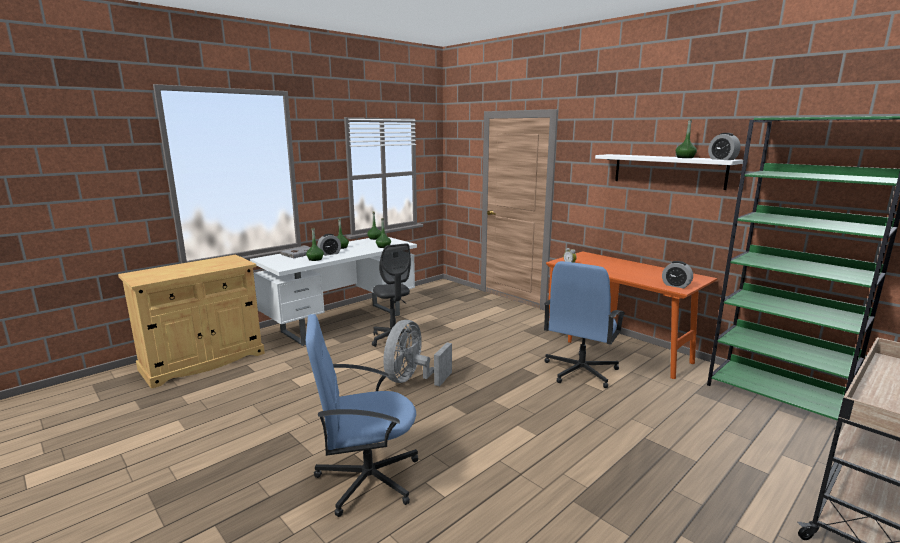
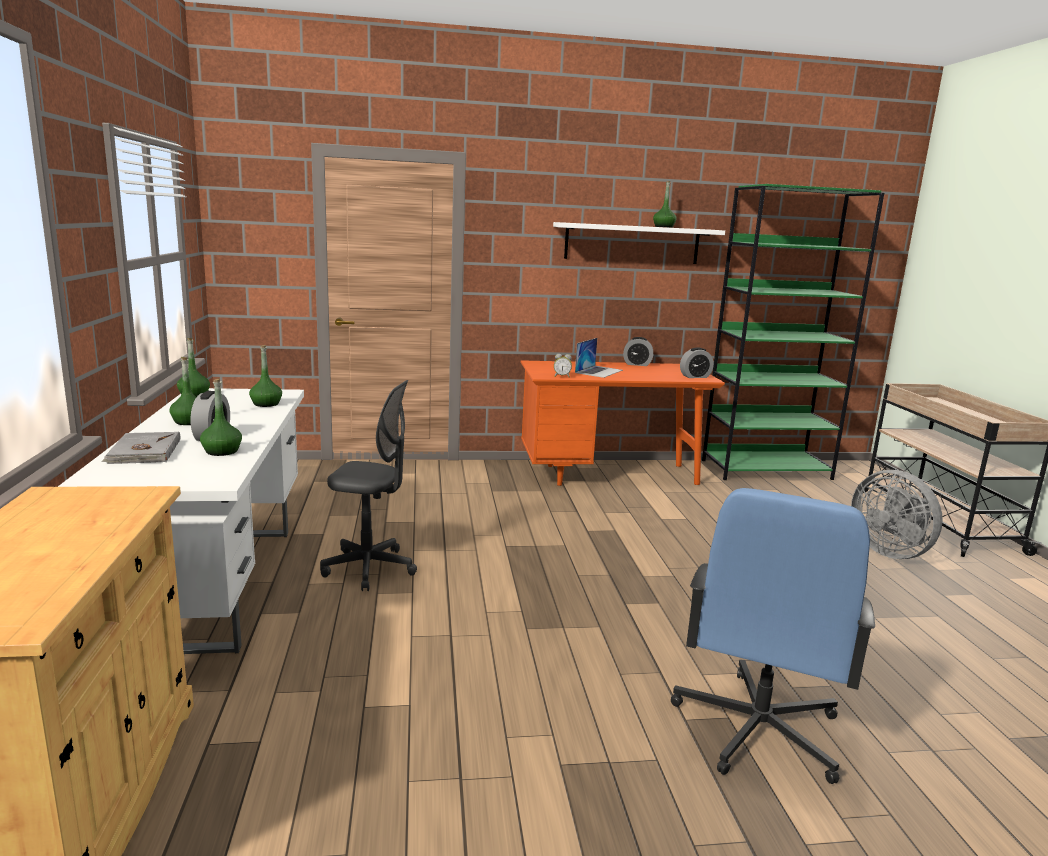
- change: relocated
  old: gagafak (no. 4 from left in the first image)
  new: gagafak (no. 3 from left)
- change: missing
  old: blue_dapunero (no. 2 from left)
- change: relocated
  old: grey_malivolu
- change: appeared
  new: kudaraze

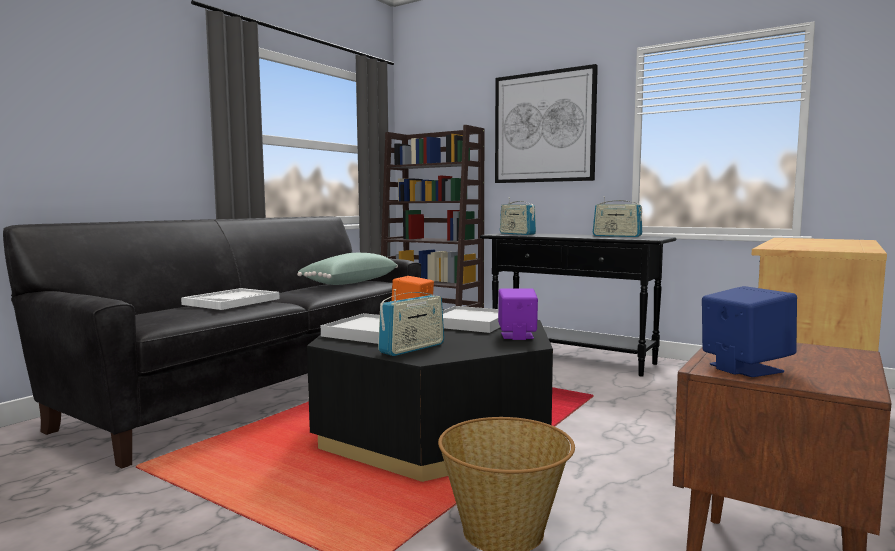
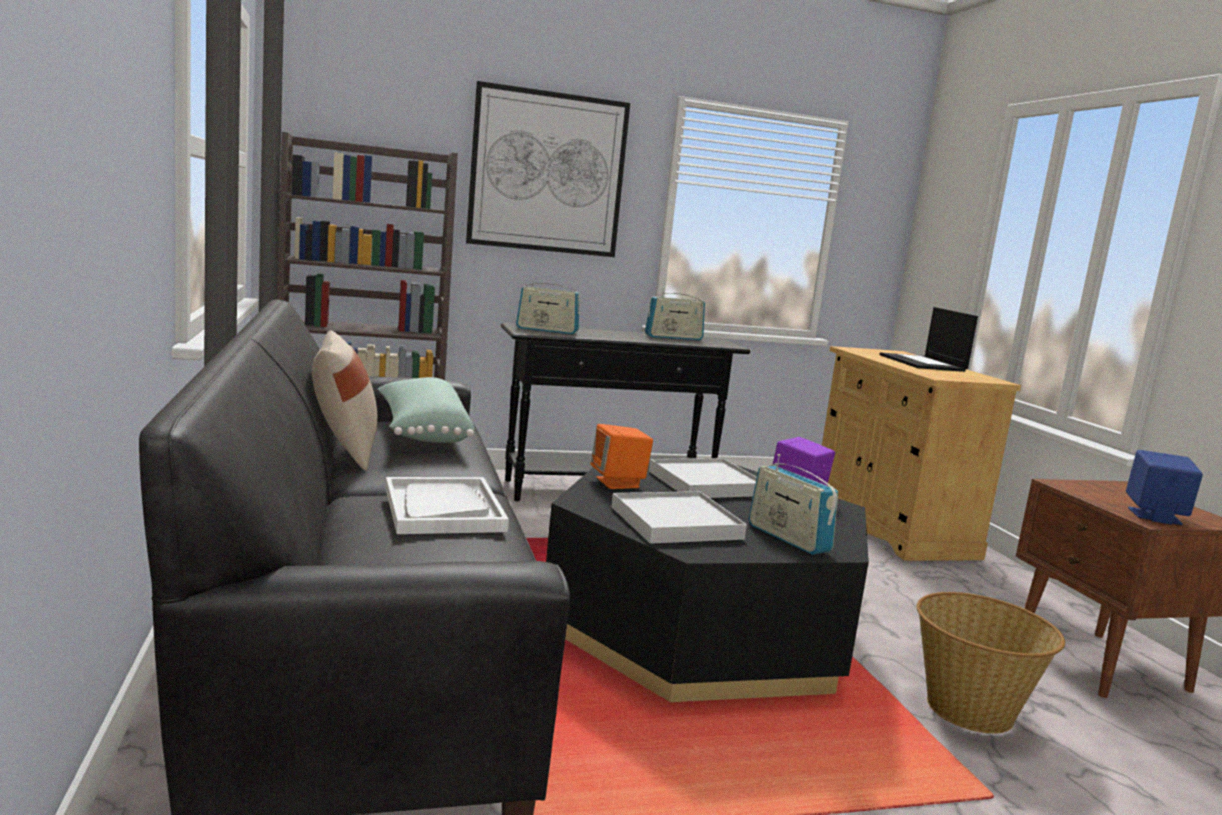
- change: spun
  old: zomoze (no. 1 from left in the first image)
  degrees: 150
- change: appeared
  new: kudaraze
- change: appeared
  new: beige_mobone

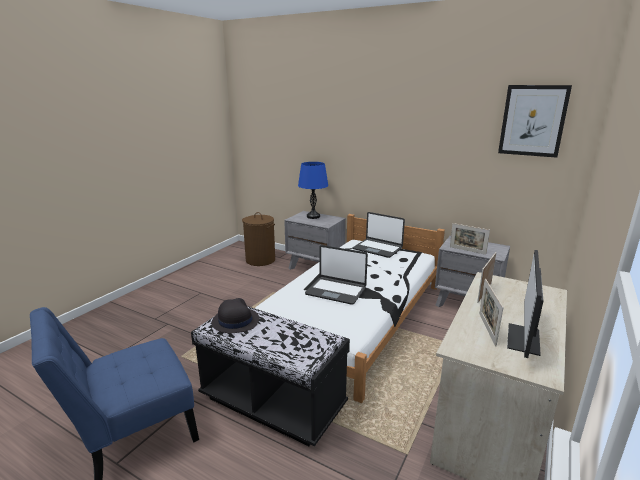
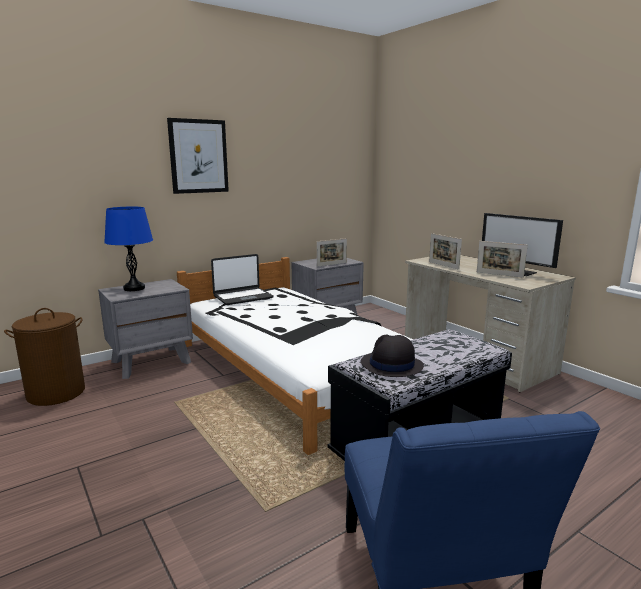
- change: relocated
  old: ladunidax
- change: missing
  old: kudaraze (no. 1 from left)

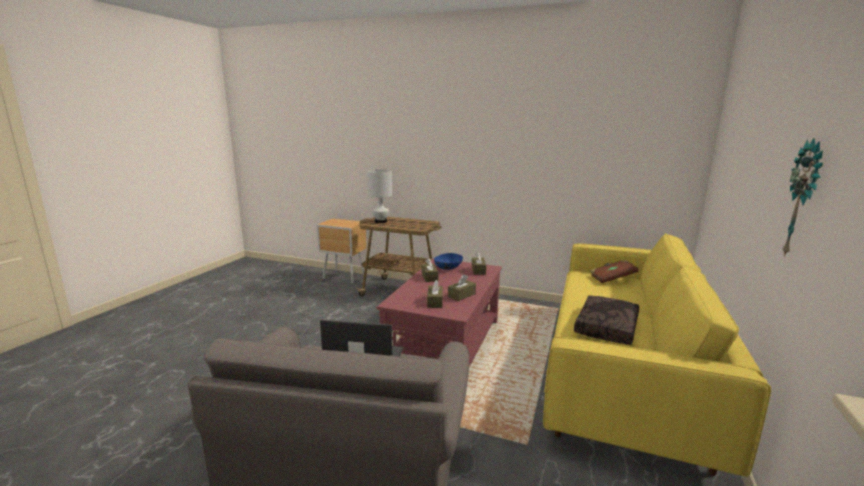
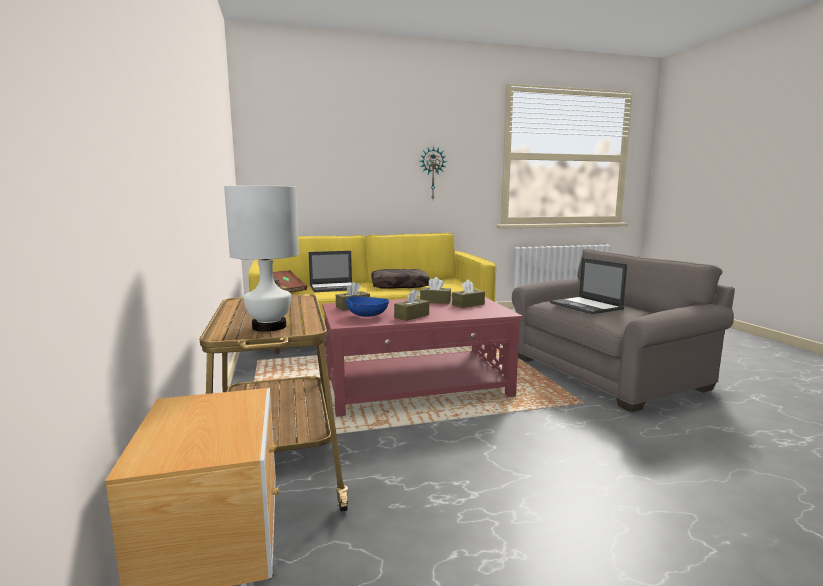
- change: appeared
  new: kudaraze (no. 1 from left)

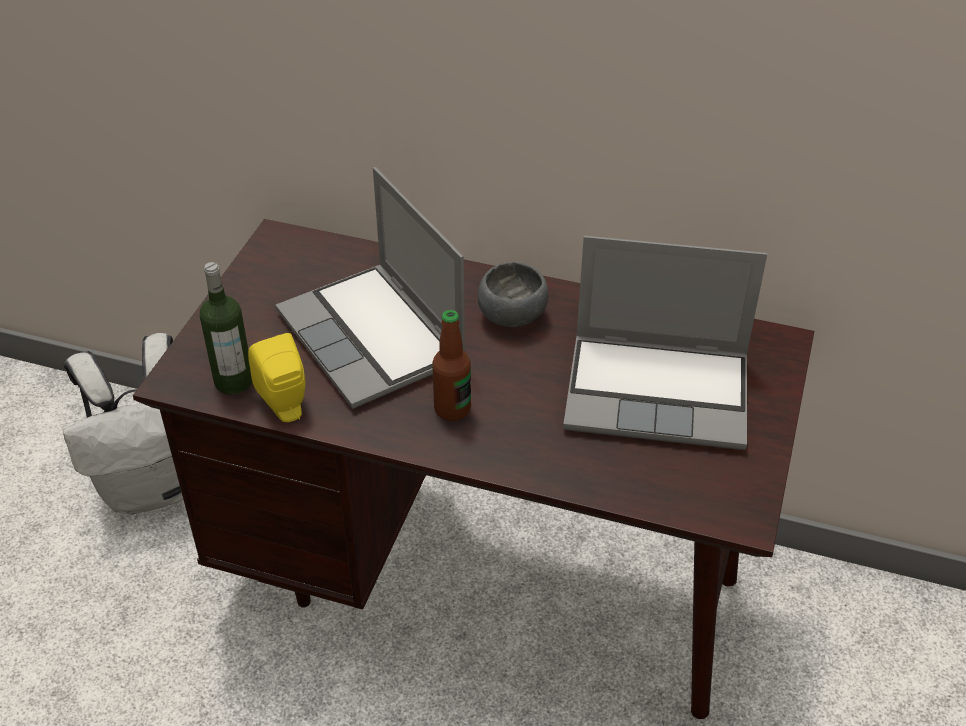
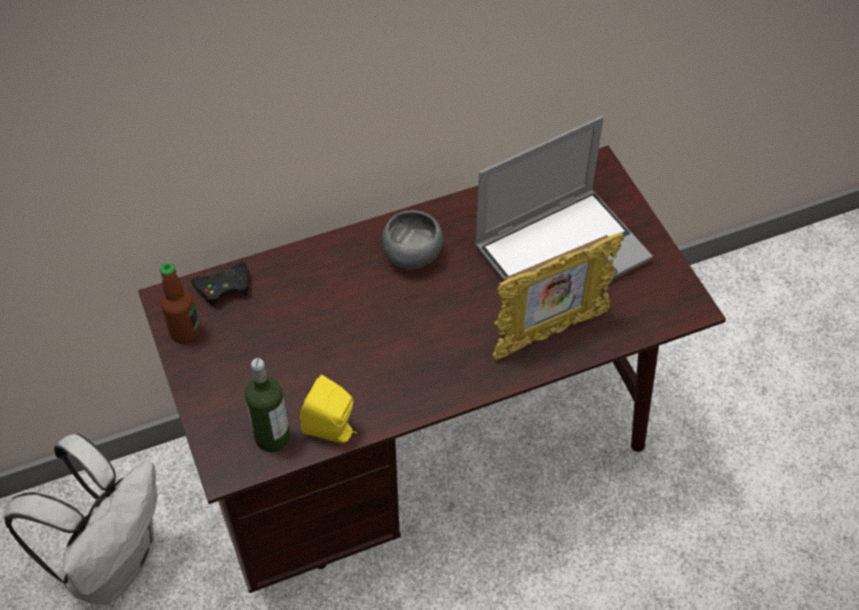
- change: missing
  old: kudaraze (no. 1 from left)
- change: relocated
  old: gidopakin (no. 2 from left in the first image)
  new: gidopakin (no. 1 from left)
- change: appeared
  new: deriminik
- change: appeared
  new: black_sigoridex

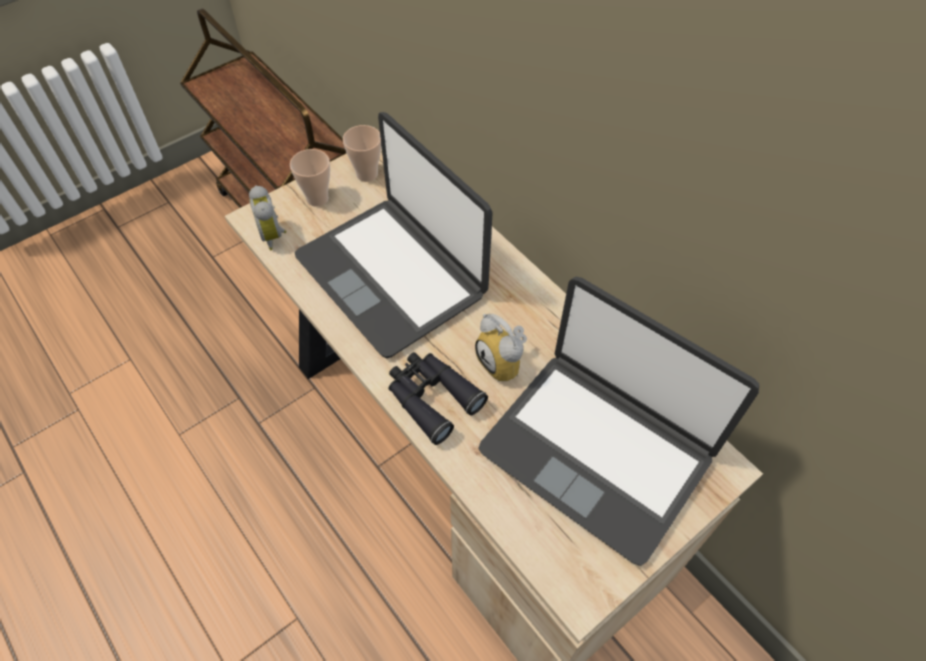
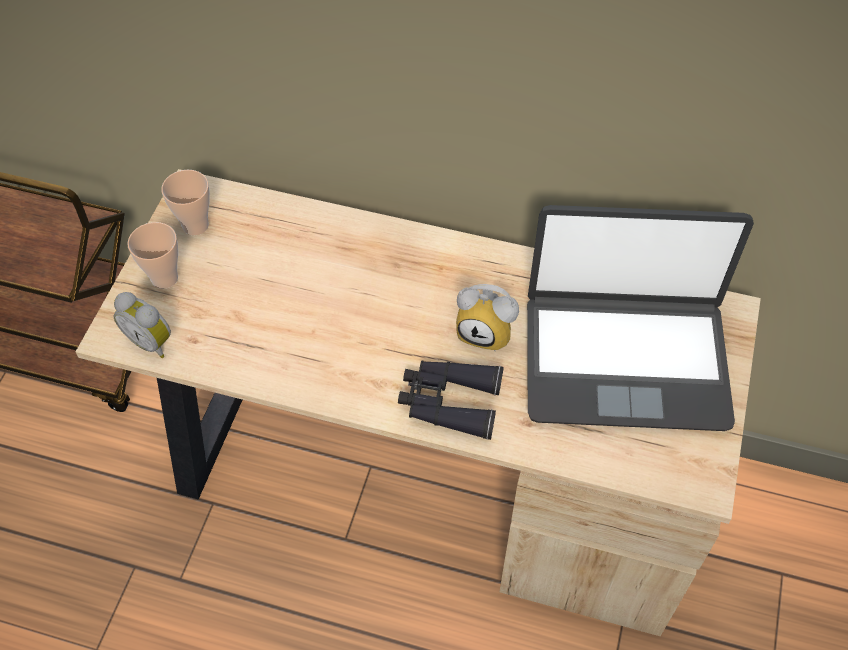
- change: missing
  old: kudaraze (no. 1 from left)

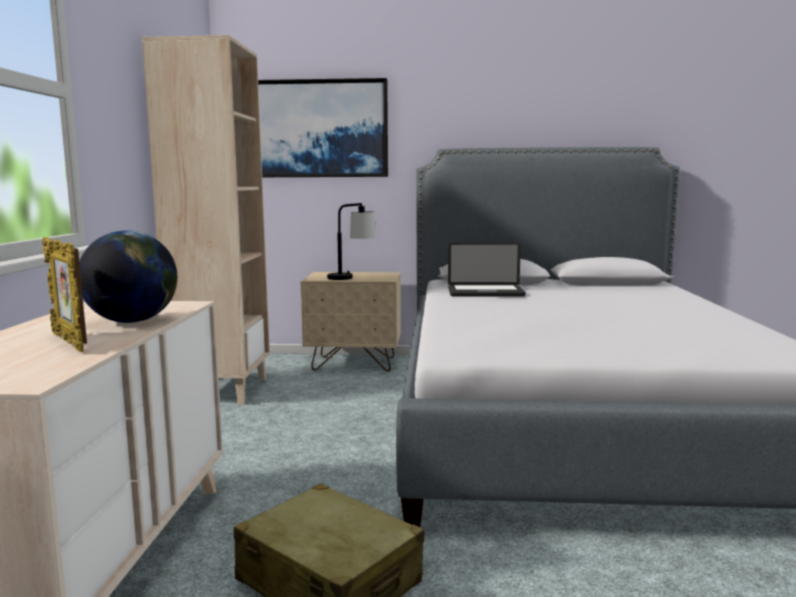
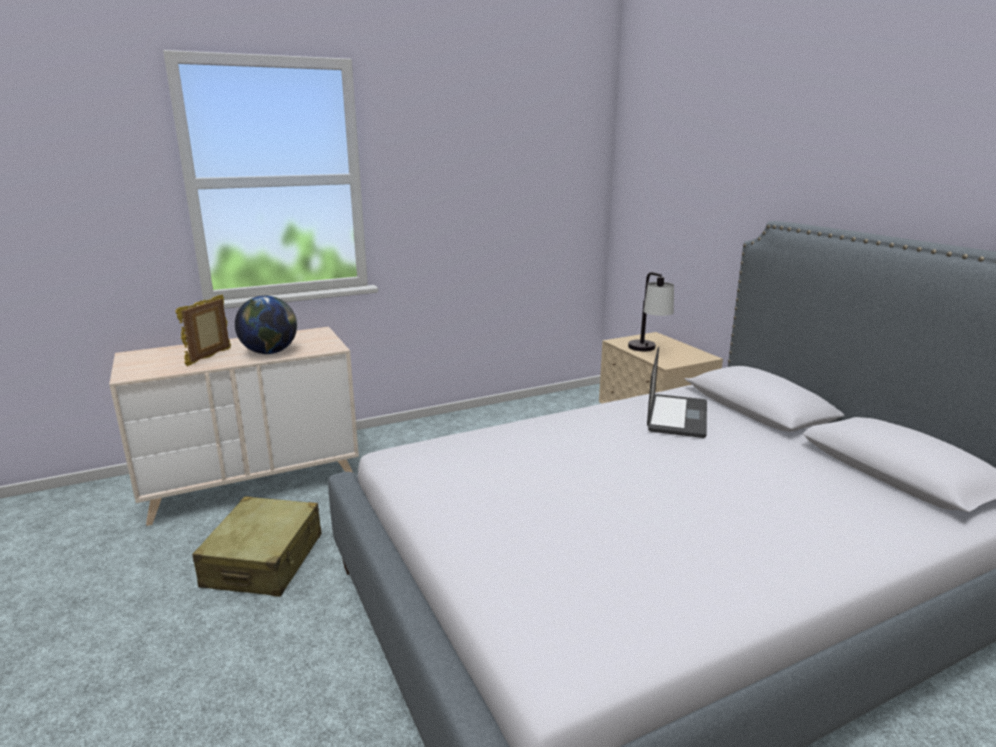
- change: missing
  old: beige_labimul
- change: missing
  old: ladunidax
- change: spun
  old: kudaraze
  degrees: -135

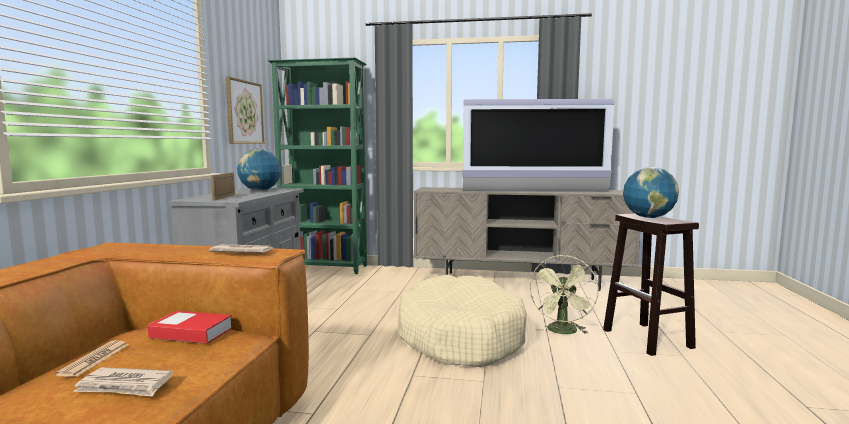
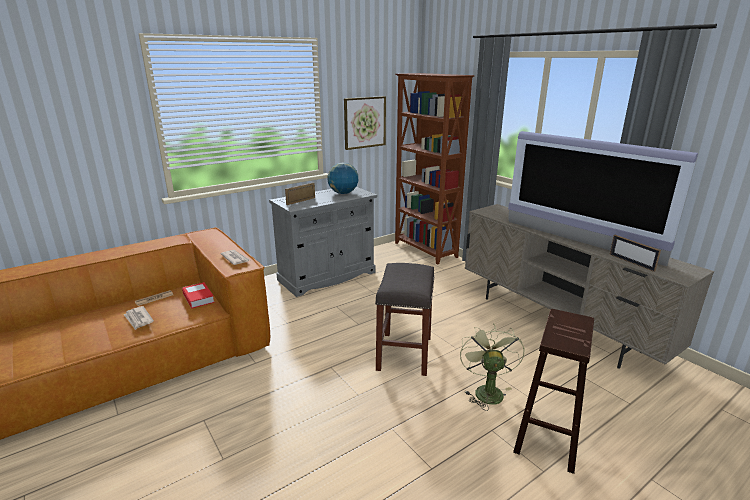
- change: colour
  old: green_labimul
  new: brown_labimul
- change: missing
  old: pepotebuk (no. 2 from left)
- change: spun
  old: green_malivolu
  degrees: 120
- change: exchanged
  old: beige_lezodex
  new: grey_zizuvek
- change: appeared
  new: deriminik (no. 2 from left)

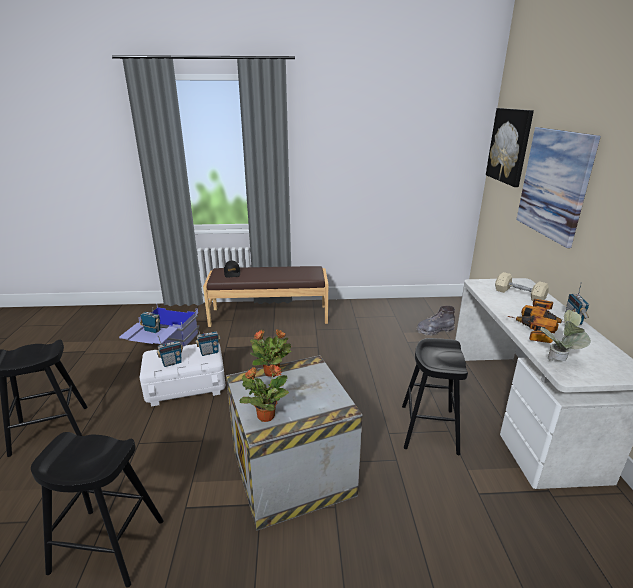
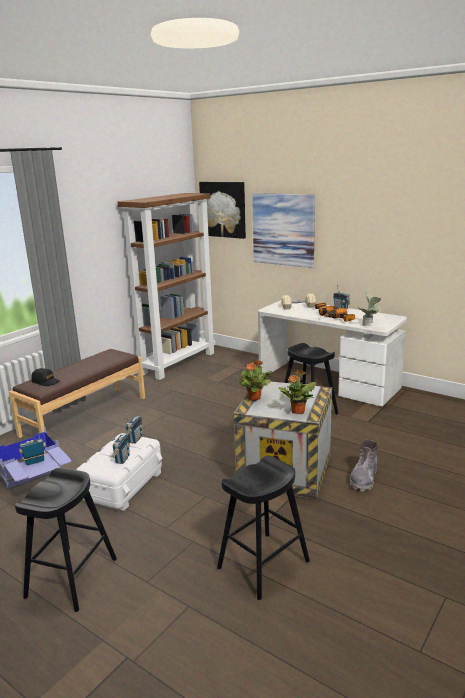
- change: relocated
  old: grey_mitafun
- change: appeared
  new: brown_labimul

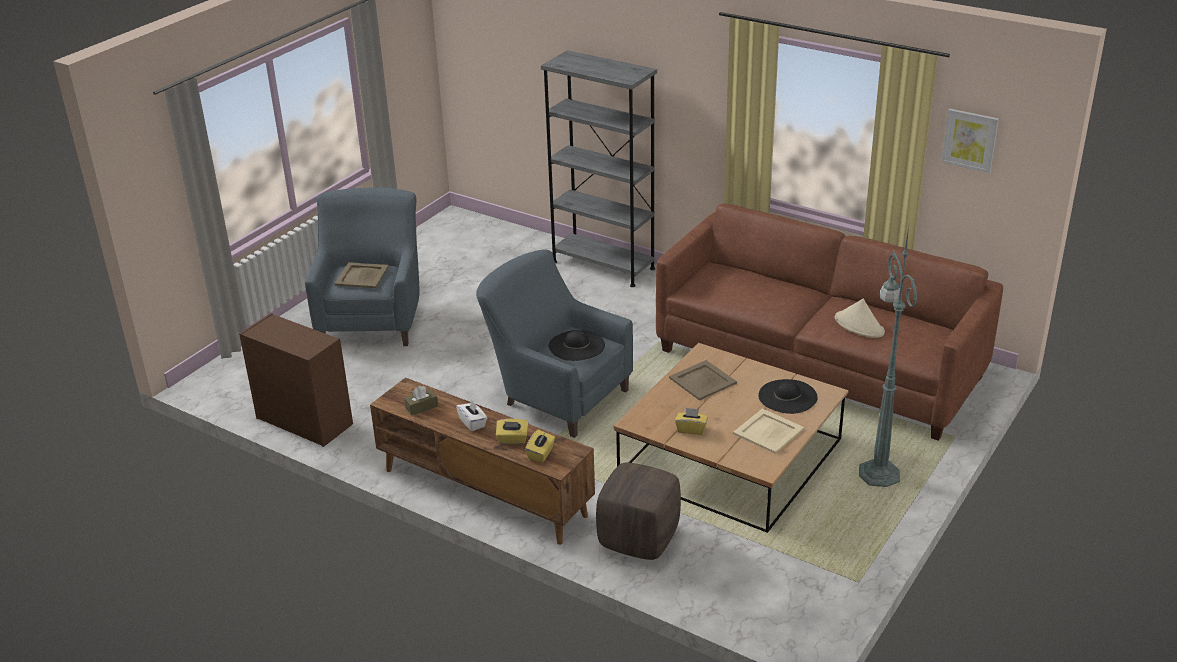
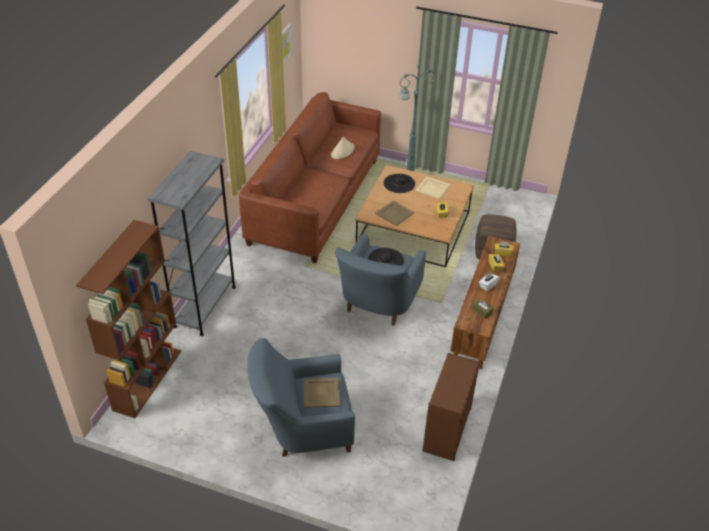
- change: appeared
  new: brown_labimul

